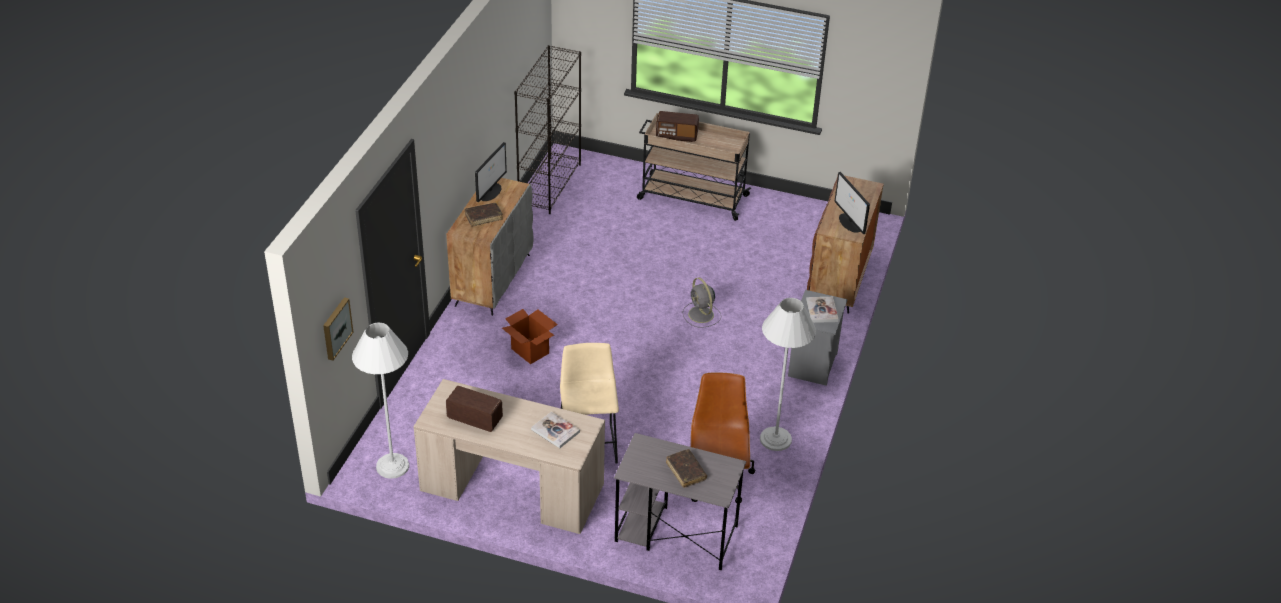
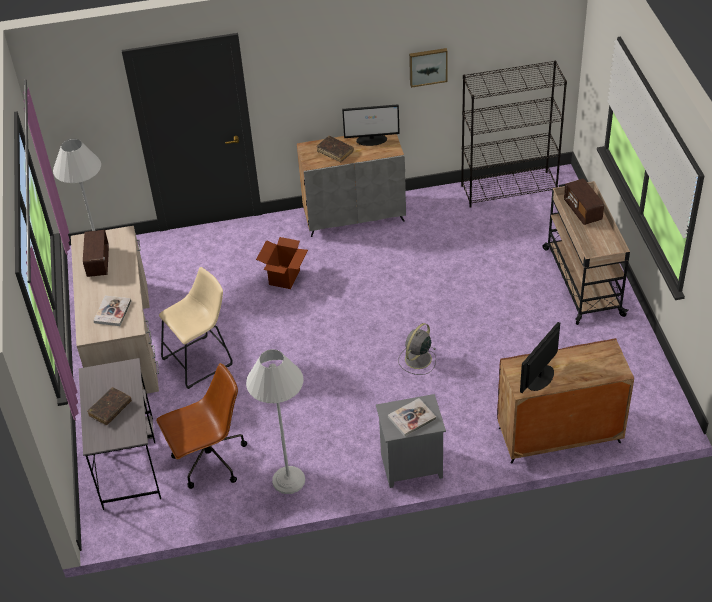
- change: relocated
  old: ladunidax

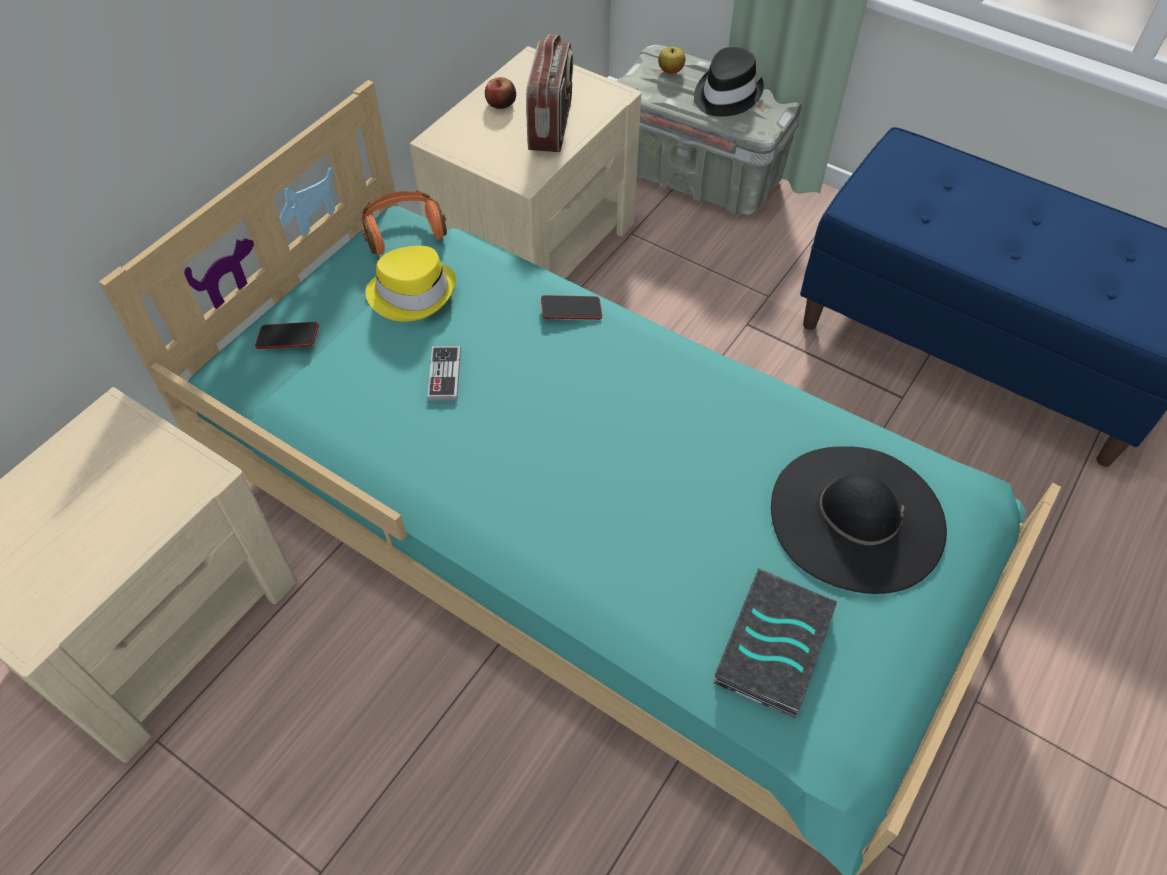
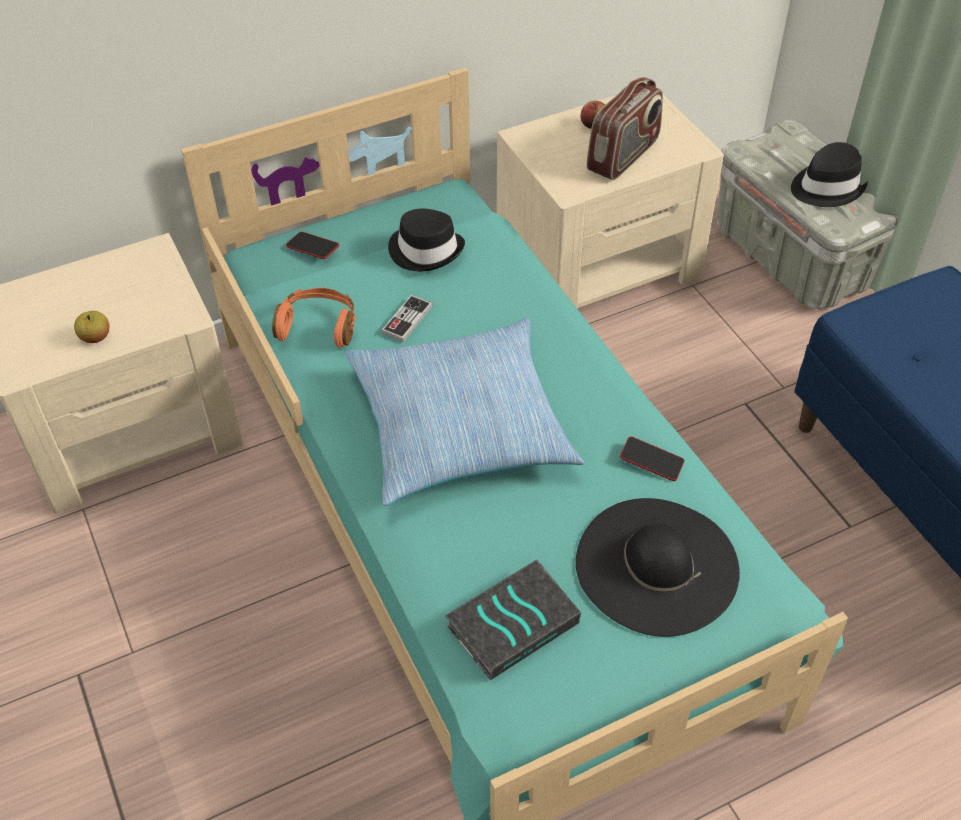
- change: relocated
  old: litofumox (no. 2 from left in the first image)
  new: litofumox (no. 1 from left)
- change: relocated
  old: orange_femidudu
- change: colour
  old: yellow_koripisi
  new: black_koripisi (no. 1 from left)
- change: relocated
  old: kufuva (no. 2 from left)
- change: appeared
  new: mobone

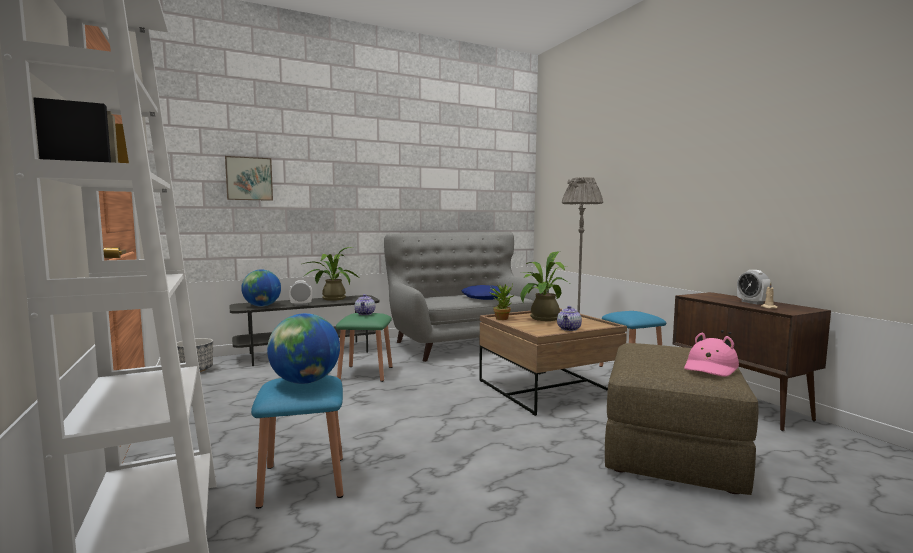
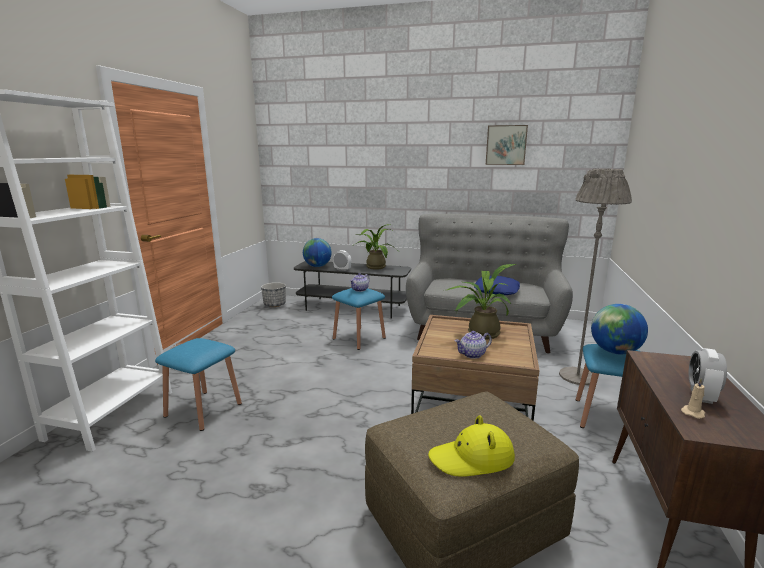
- change: relocated
  old: ladunidax
- change: missing
  old: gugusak (no. 2 from left)
- change: relocated
  old: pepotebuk (no. 2 from left)
- change: colour
  old: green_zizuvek
  new: blue_zizuvek (no. 2 from left)
- change: colour
  old: pink_koripisi
  new: yellow_koripisi

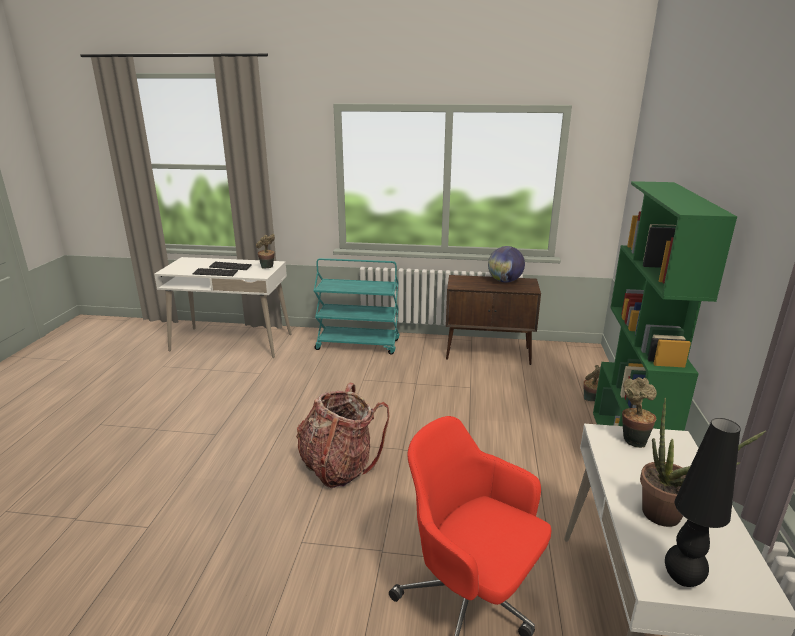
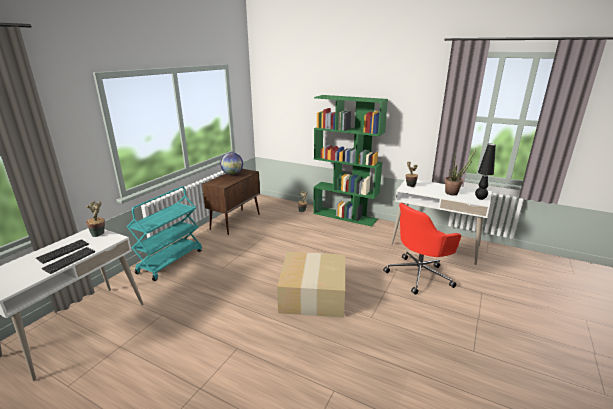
- change: exchanged
  old: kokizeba
  new: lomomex

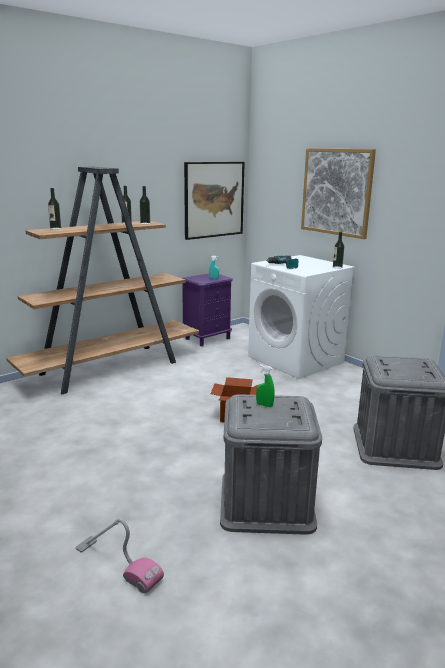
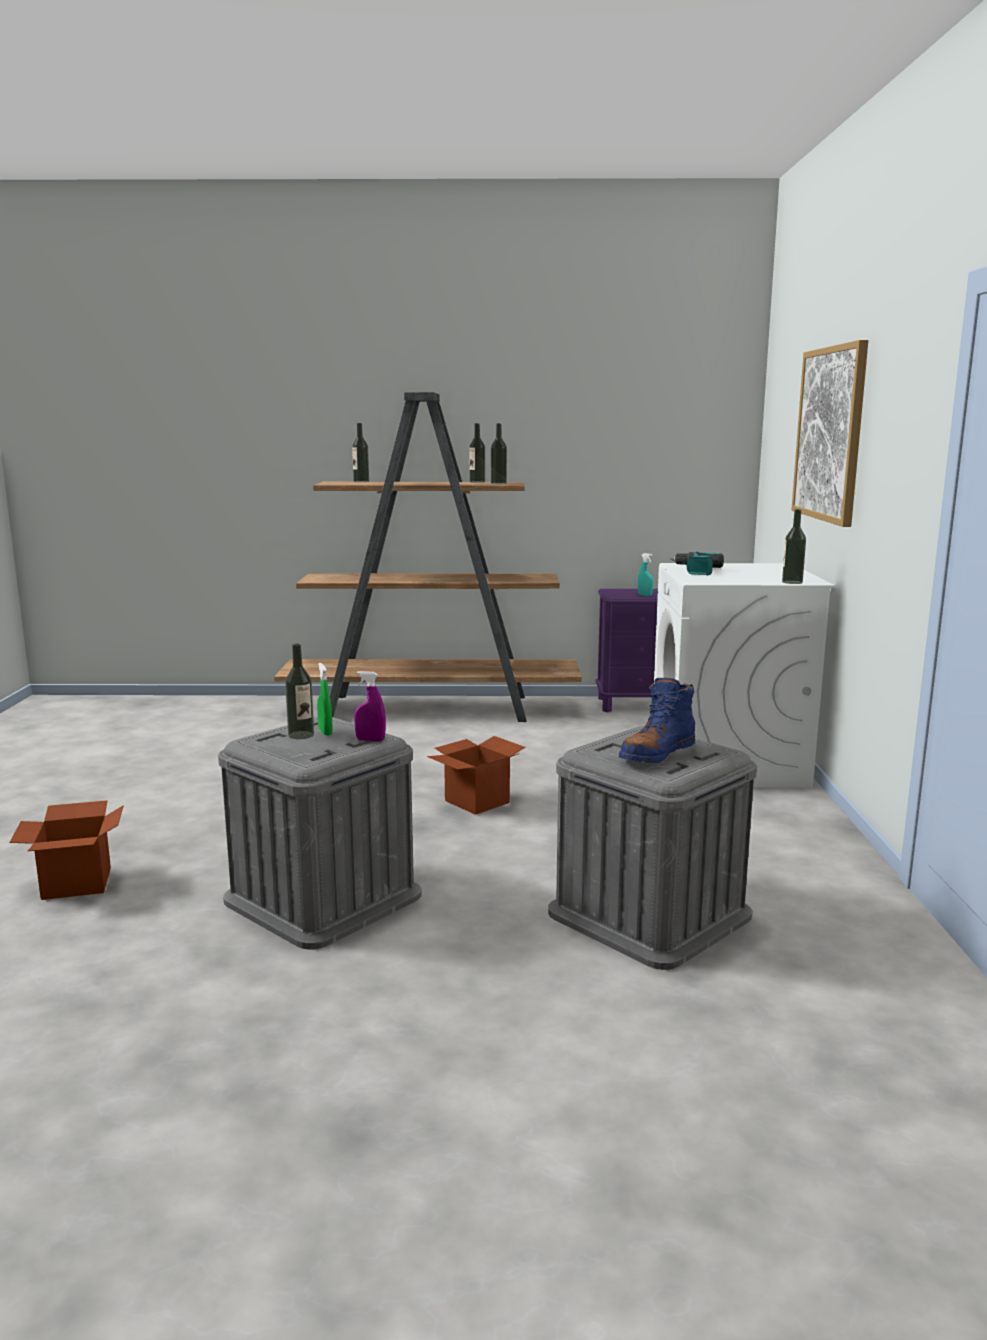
- change: missing
  old: ladunidax (no. 1 from left)
- change: exchanged
  old: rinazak
  new: lomomex (no. 1 from left)
- change: appeared
  new: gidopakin (no. 1 from left)
- change: appeared
  new: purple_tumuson
- change: appeared
  new: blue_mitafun

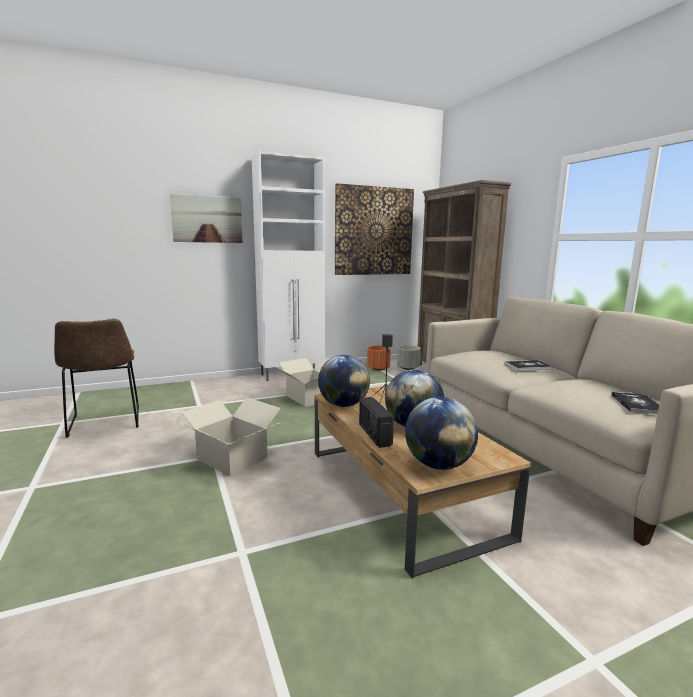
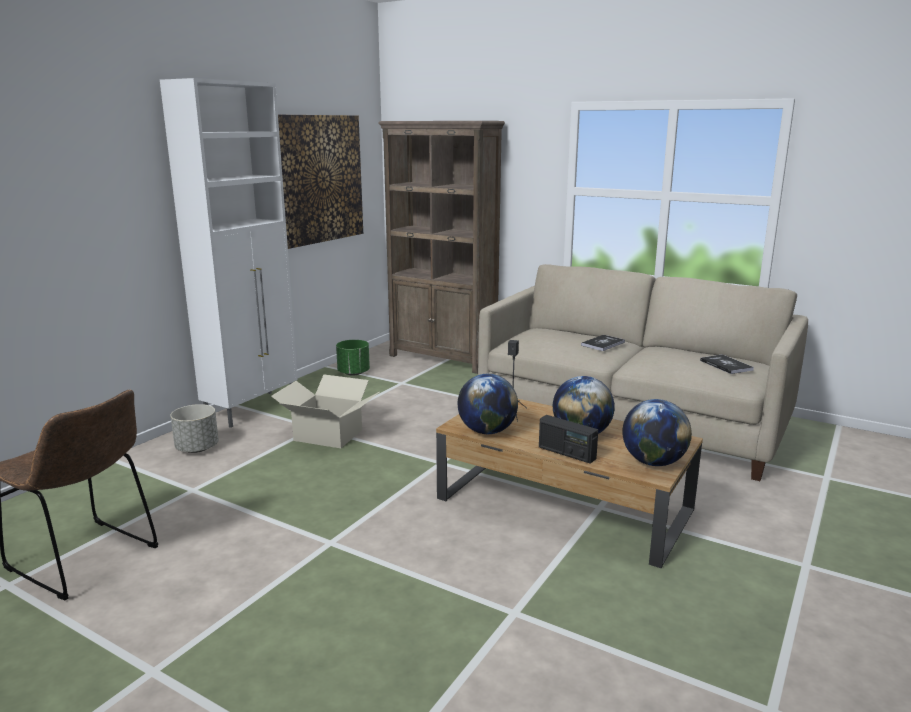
- change: missing
  old: ladunidax (no. 1 from left)
- change: relocated
  old: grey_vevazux
- change: colour
  old: orange_vevazux
  new: green_vevazux
- change: missing
  old: lomomex (no. 1 from left)

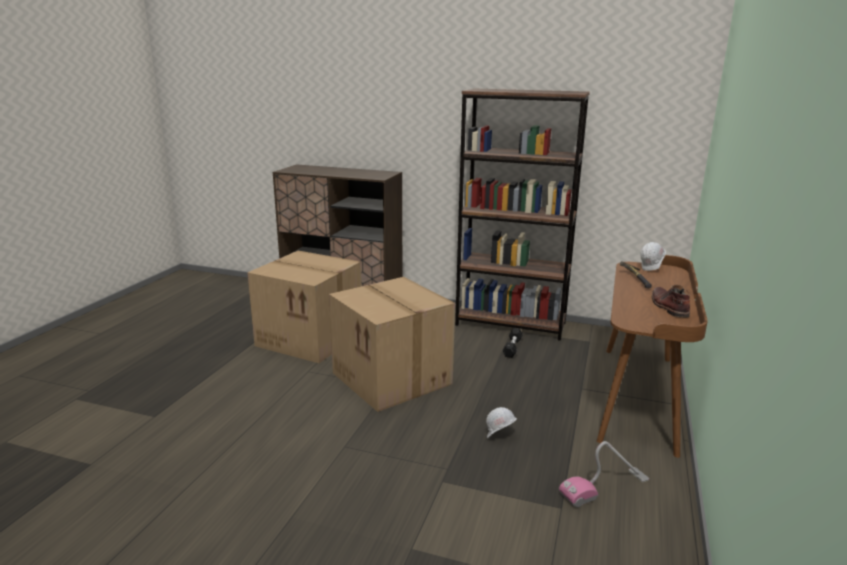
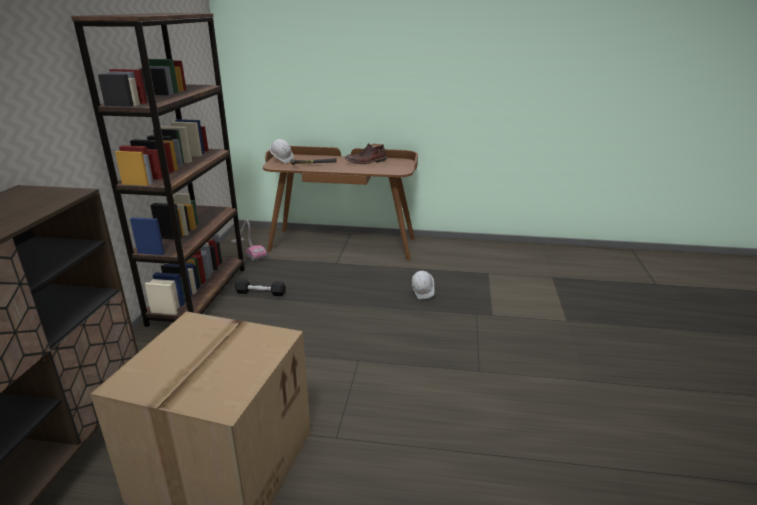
- change: missing
  old: lomomex (no. 2 from left)
- change: relocated
  old: rinazak

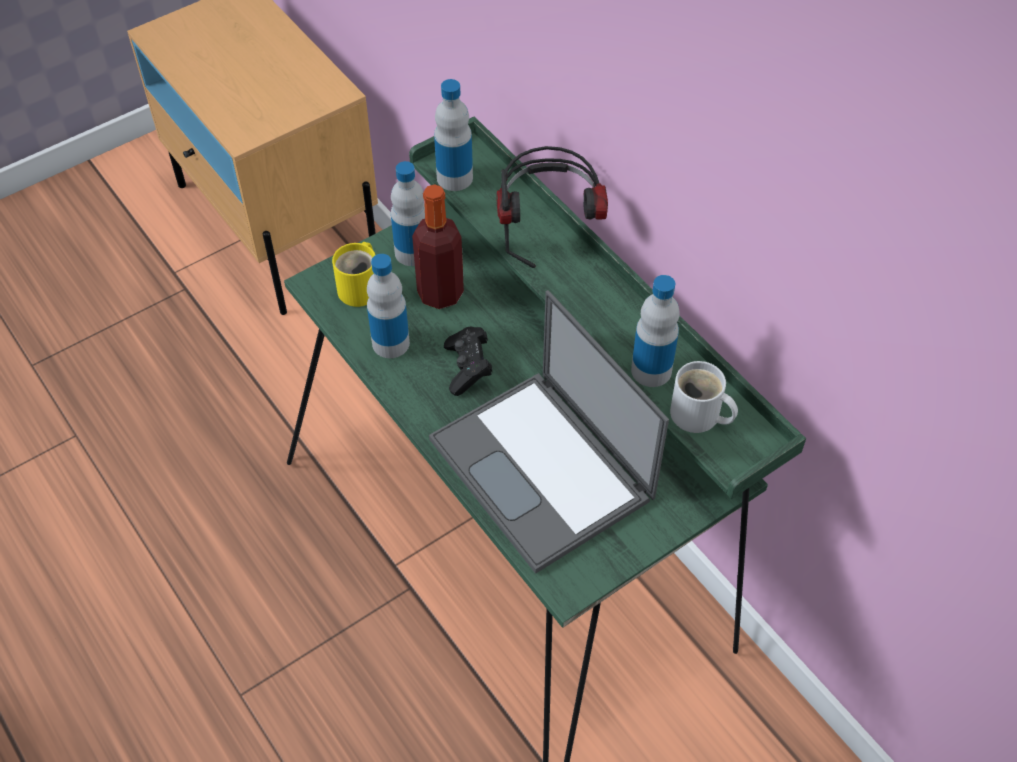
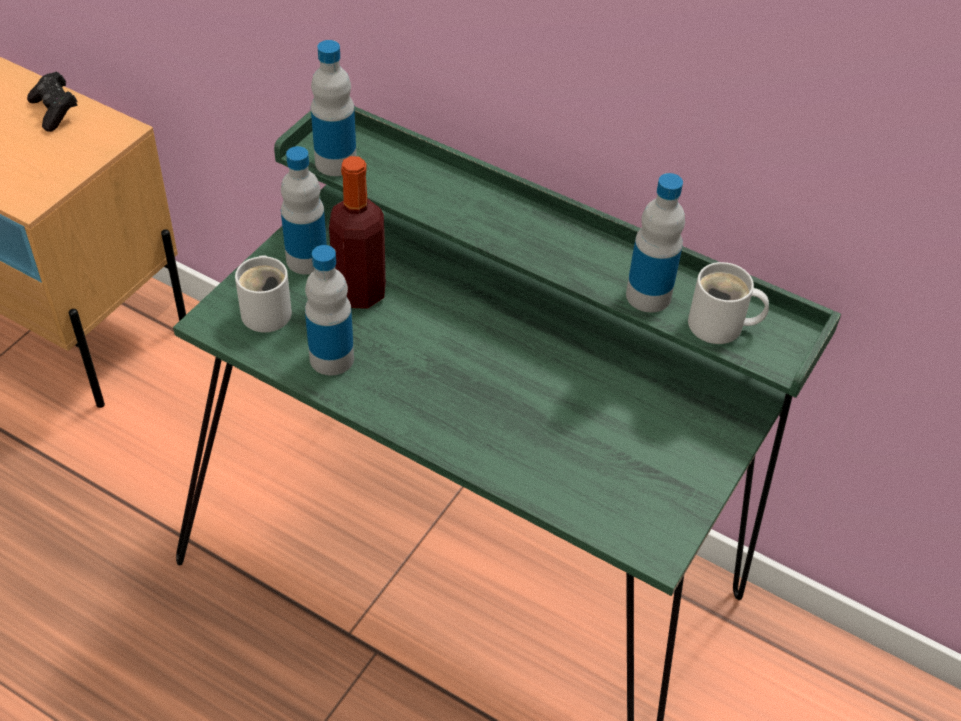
- change: missing
  old: femidudu
- change: colour
  old: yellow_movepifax
  new: white_movepifax (no. 1 from left)
- change: missing
  old: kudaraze
- change: relocated
  old: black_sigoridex

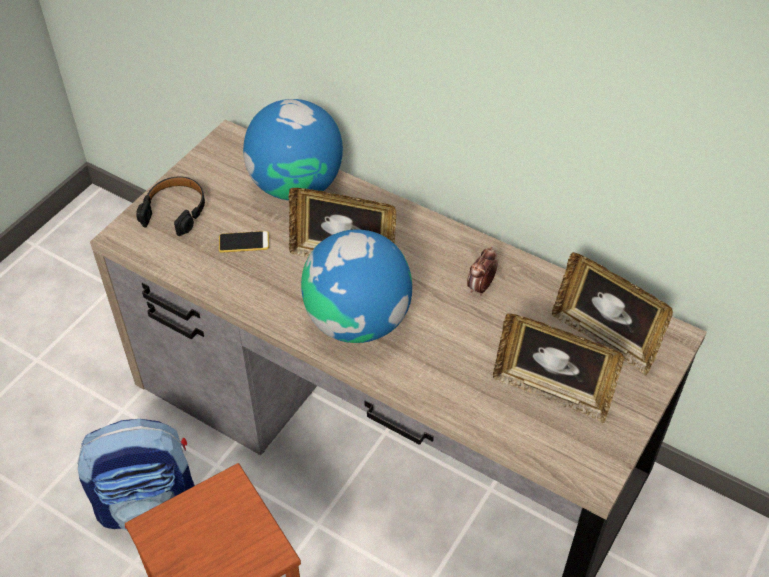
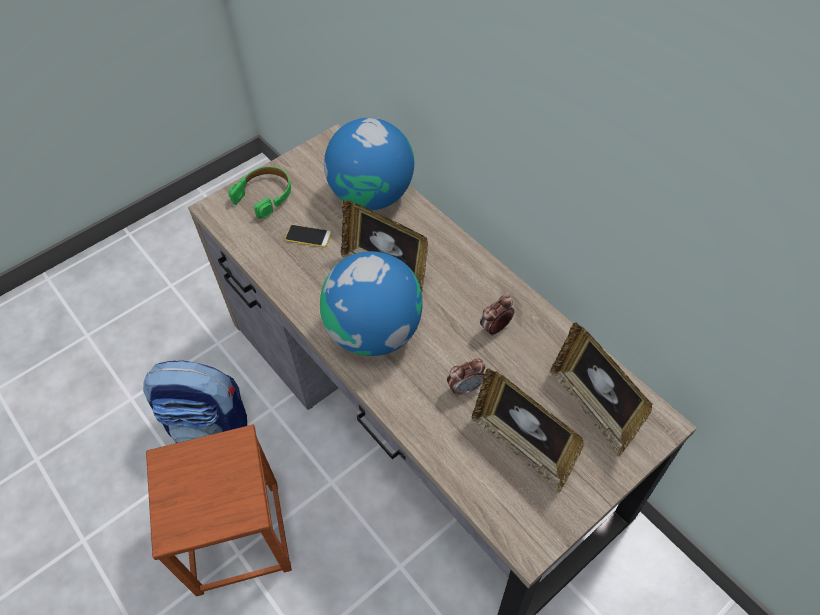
- change: colour
  old: black_femidudu
  new: green_femidudu
- change: appeared
  new: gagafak (no. 1 from left)

